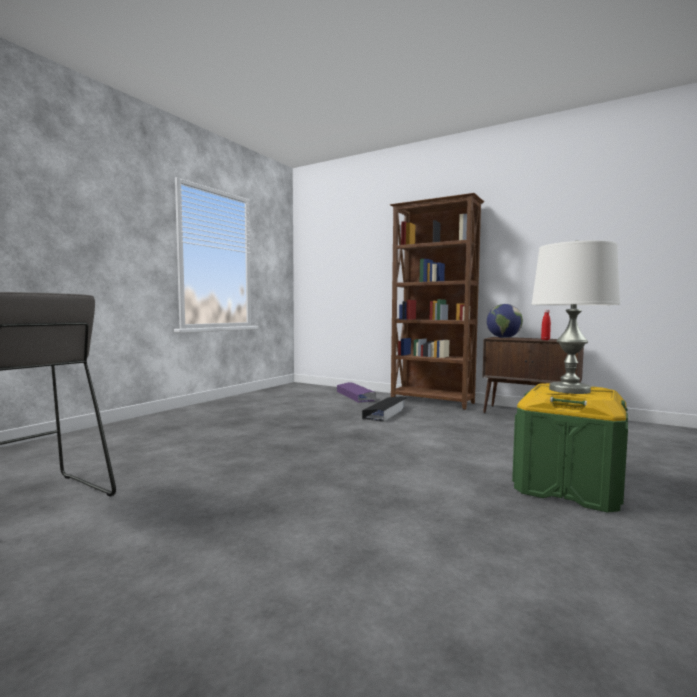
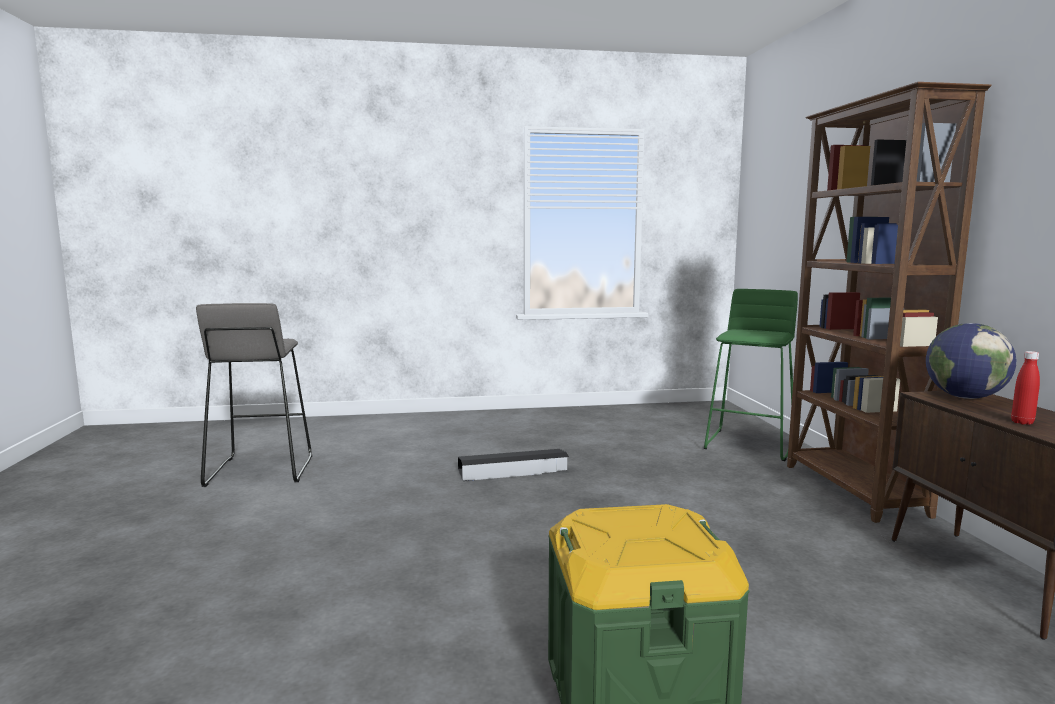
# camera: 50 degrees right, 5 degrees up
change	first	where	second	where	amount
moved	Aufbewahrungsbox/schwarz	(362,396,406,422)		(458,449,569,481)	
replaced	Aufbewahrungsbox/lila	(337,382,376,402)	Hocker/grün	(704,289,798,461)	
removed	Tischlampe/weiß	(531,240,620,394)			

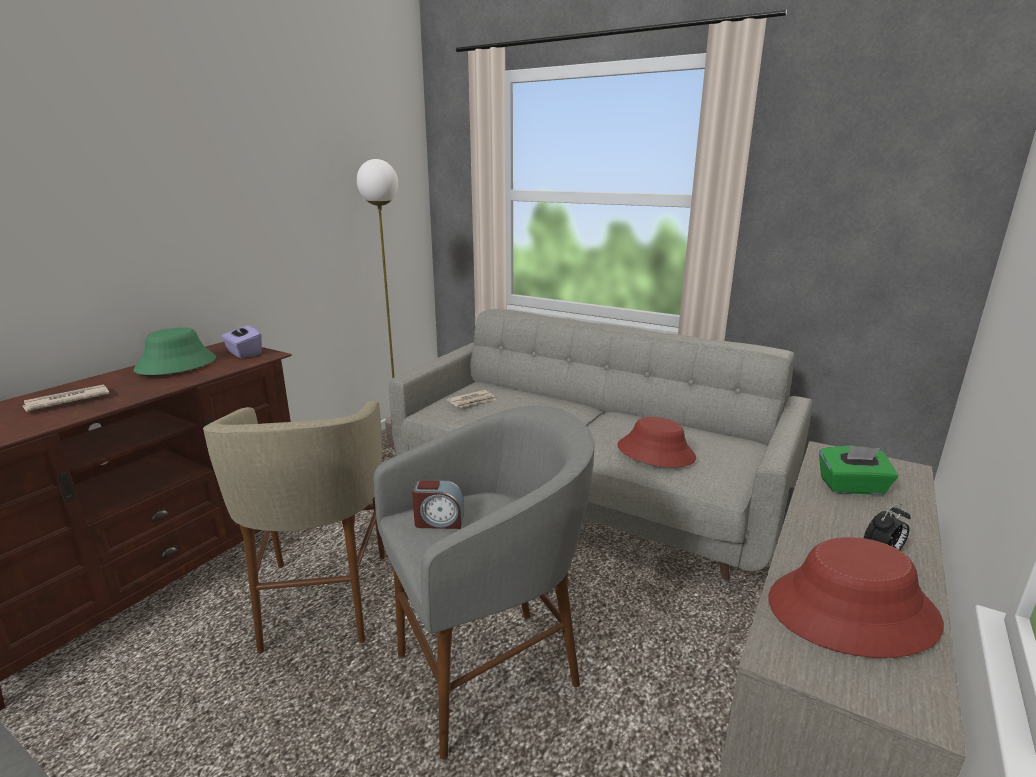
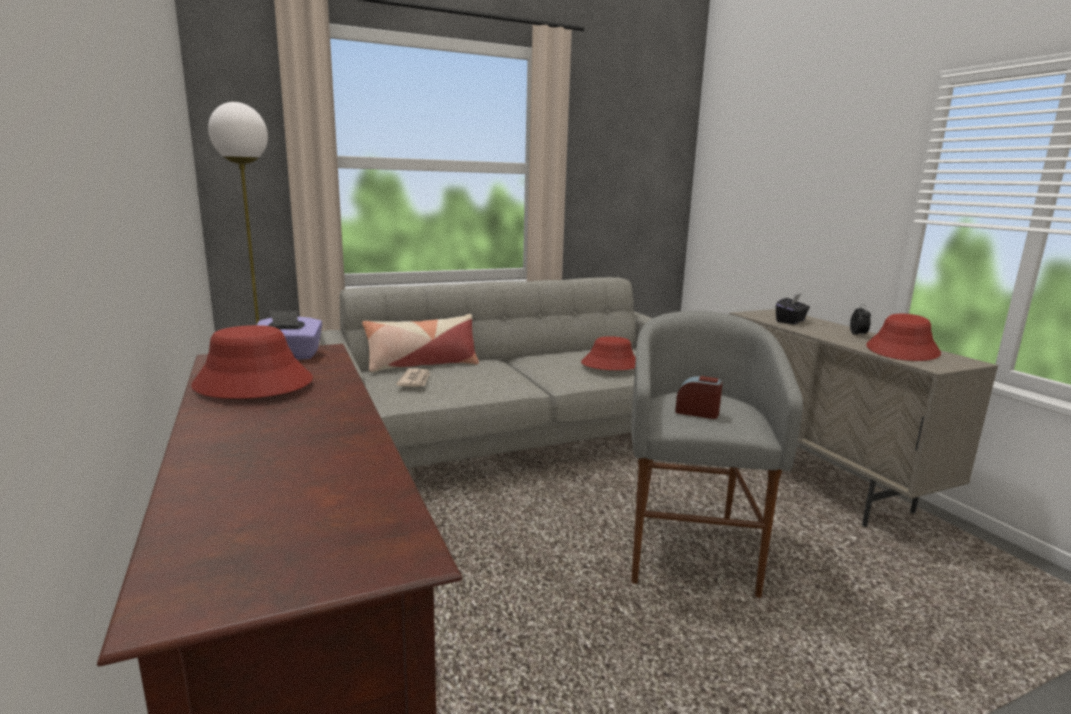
# camera: 55 degrees left, 5 degrees down
change	first	where	second	where	amount
recoloured	Hut/grün	(133,327,216,375)	Hut/rot	(191,325,313,399)	
added			Kissen	(362,314,479,372)	
turned	Wecker	(412,479,464,529)		(675,376,723,419)	105 degrees counterclockwise
recoloured	Taschentuchbox/grün	(819,446,898,495)	Taschentuchbox/schwarz	(776,293,810,325)	
removed	Zeitung	(23,384,110,412)			
removed	Hocker/beige	(203,401,385,654)			

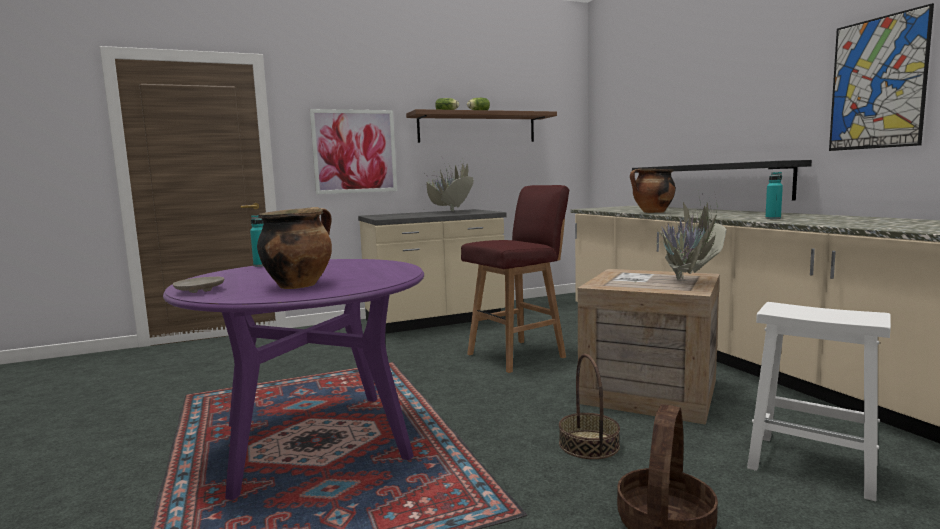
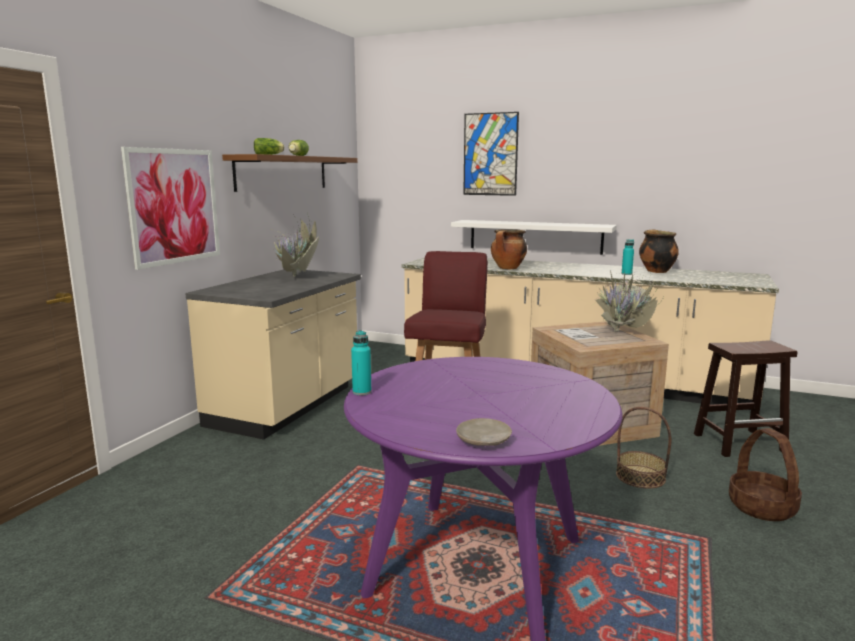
# camera: 45 degrees left, 5 degrees up
change	first	where	second	where	amount
recoloured	Wandregal/schwarz	(632,160,812,201)	Wandregal/weiß	(451,220,617,255)	
moved	Bild	(829,3,934,151)		(463,112,519,196)	
moved	Kochtopf	(257,207,332,289)		(639,229,679,273)	
recoloured	Hocker/weiß	(747,302,891,502)	Hocker/braun	(694,340,797,457)	

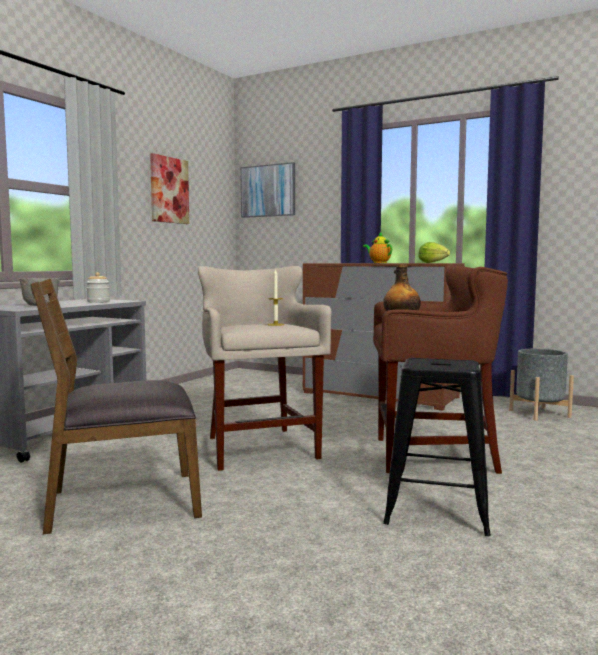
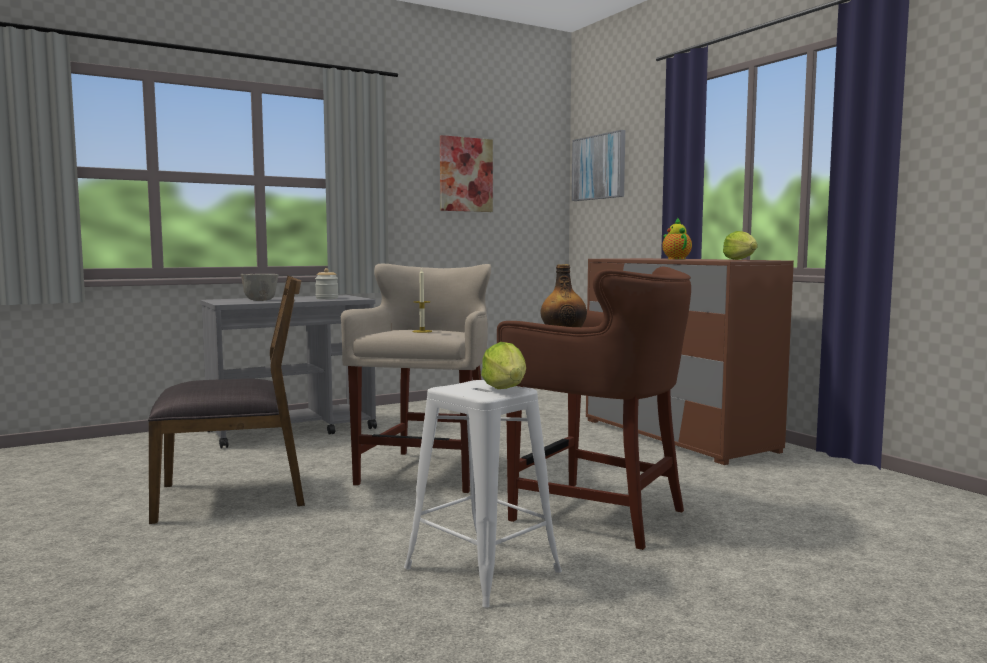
# camera: 30 degrees right, 0 degrees up
change	first	where	second	where	amount
turned	Stuhl/braun	(30,279,202,534)		(148,275,305,524)	150 degrees clockwise
recoloured	Hocker/schwarz	(383,358,491,536)	Hocker/weiß	(404,380,562,607)	
added			Salatkopf	(481,342,526,389)	
removed	Pflanzkübel/grau	(509,349,574,421)			

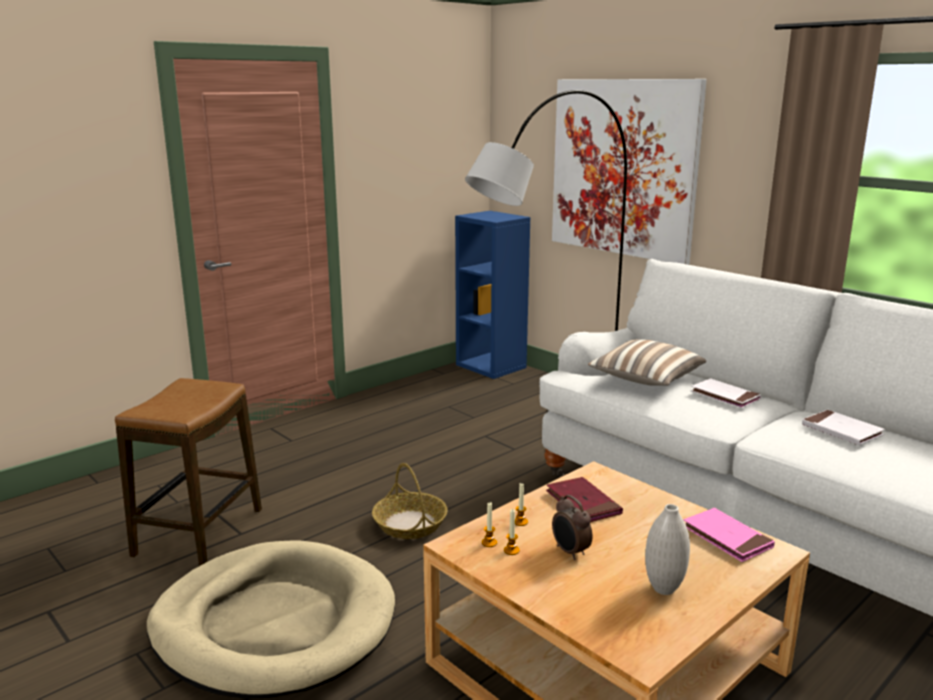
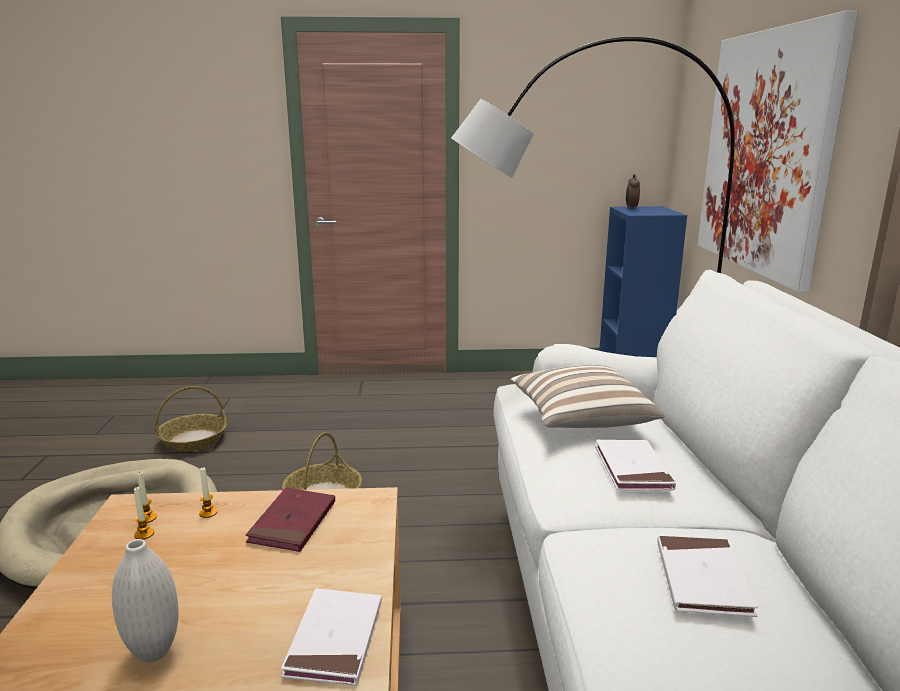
# camera: 40 degrees right, 0 degrees up
change	first	where	second	where	amount
replaced	Hocker	(115,378,262,566)	Korb	(155,386,227,451)	
recoloured	Buch/rosa	(683,508,775,562)	Buch/weiß	(281,588,382,686)	
moved	Wecker	(552,495,593,560)		(626,174,640,209)	

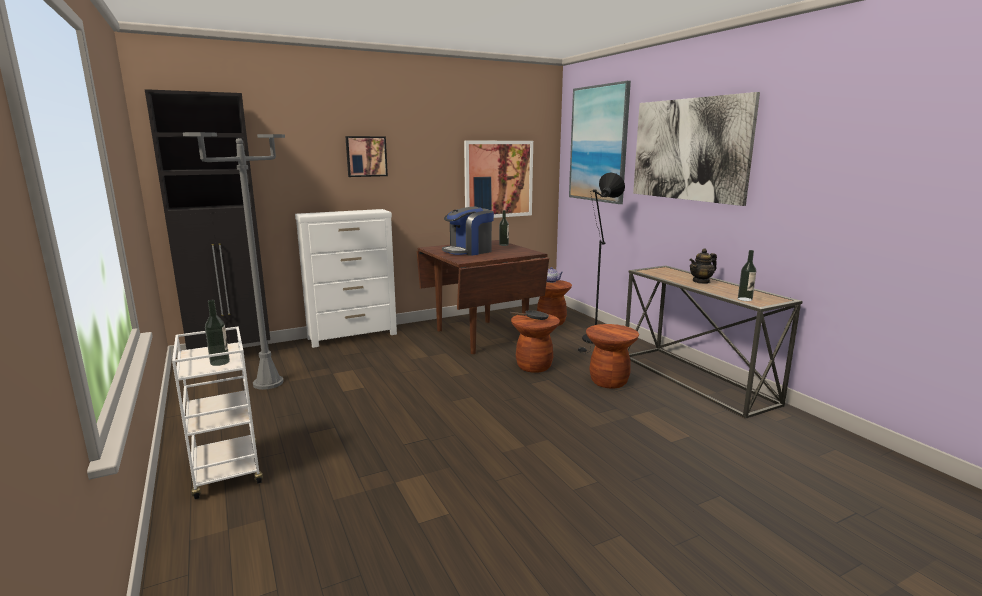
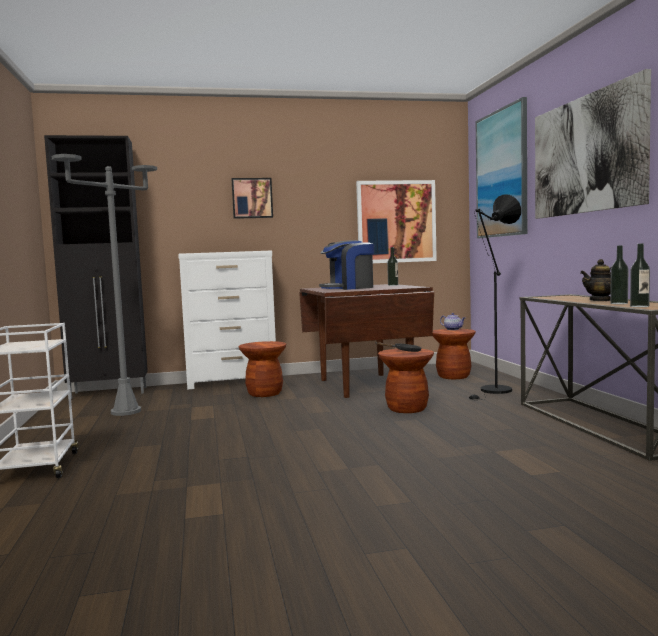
# camera: 15 degrees right, 10 degrees down
change	first	where	second	where	amount
moved	Hocker/braun	(586,324,639,389)		(238,341,287,397)	
moved	Flasche	(205,300,230,366)		(610,245,628,304)	

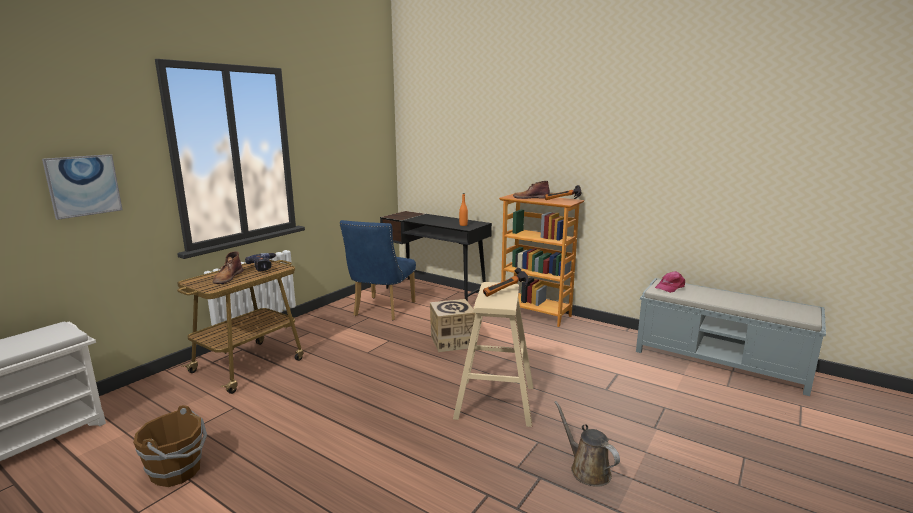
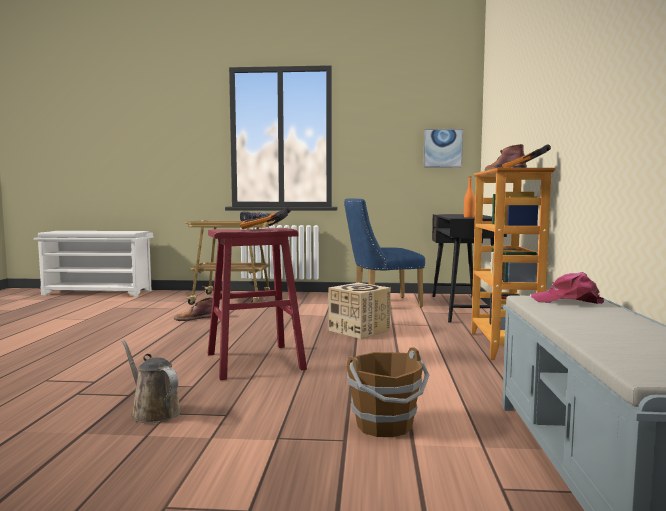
# camera: 60 degrees right, 10 degrees down
change	first	where	second	where	amount
turned	Gießkanne/braun	(554,401,620,487)		(121,340,181,423)	75 degrees counterclockwise
moved	Stiefel/braun	(213,251,243,284)		(174,297,213,321)	
recoloured	Hocker/beige	(453,282,533,427)	Hocker/rot	(208,228,307,380)	
moved	Eimer/braun	(133,405,207,487)		(347,347,429,437)	
moved	Bild	(42,154,123,220)		(423,129,463,168)	

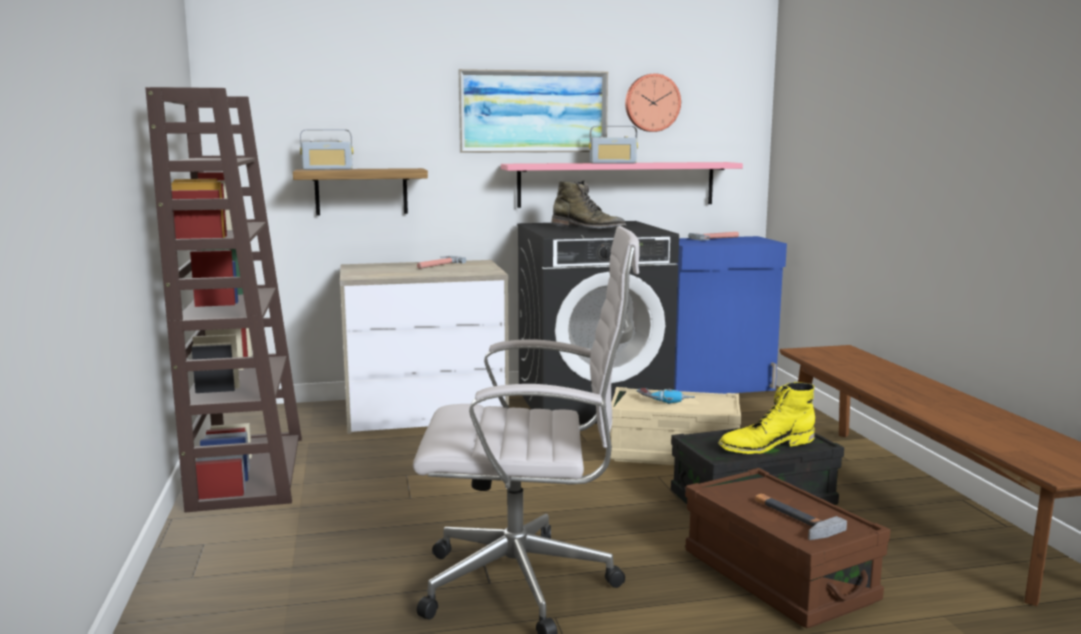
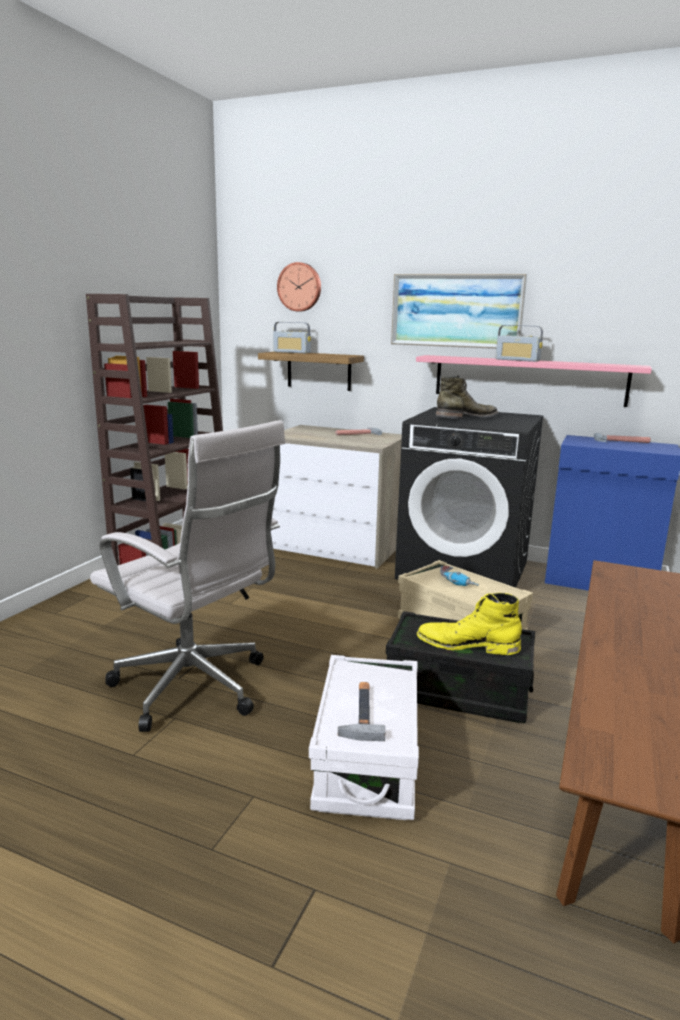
# camera: 35 degrees right, 5 degrees up
change	first	where	second	where	amount
moved	Wanduhr	(625,74,681,132)		(277,262,321,312)	
recoloured	Aufbewahrungsbox/braun	(685,468,890,628)	Aufbewahrungsbox/weiß	(309,655,419,820)	
turned	Stiefel/grün	(551,181,627,228)		(436,375,499,419)	90 degrees counterclockwise

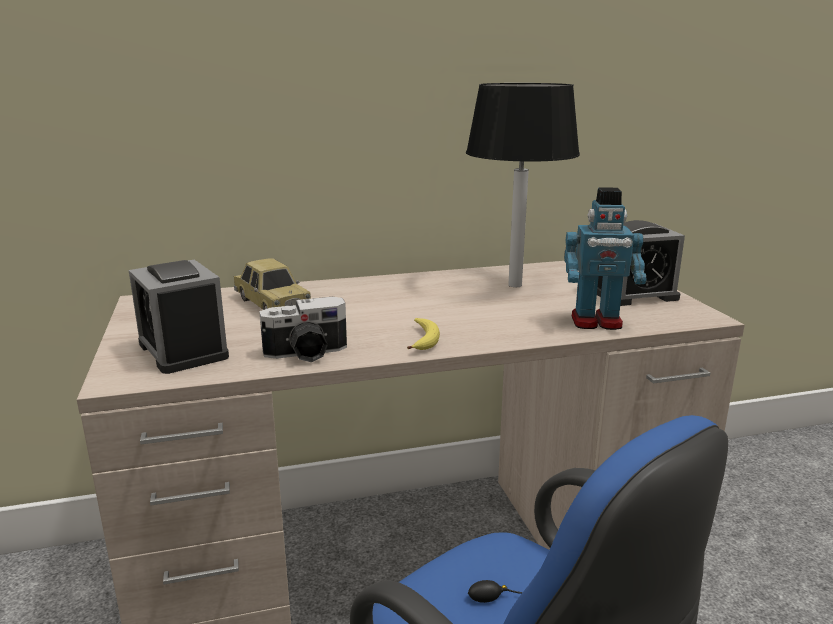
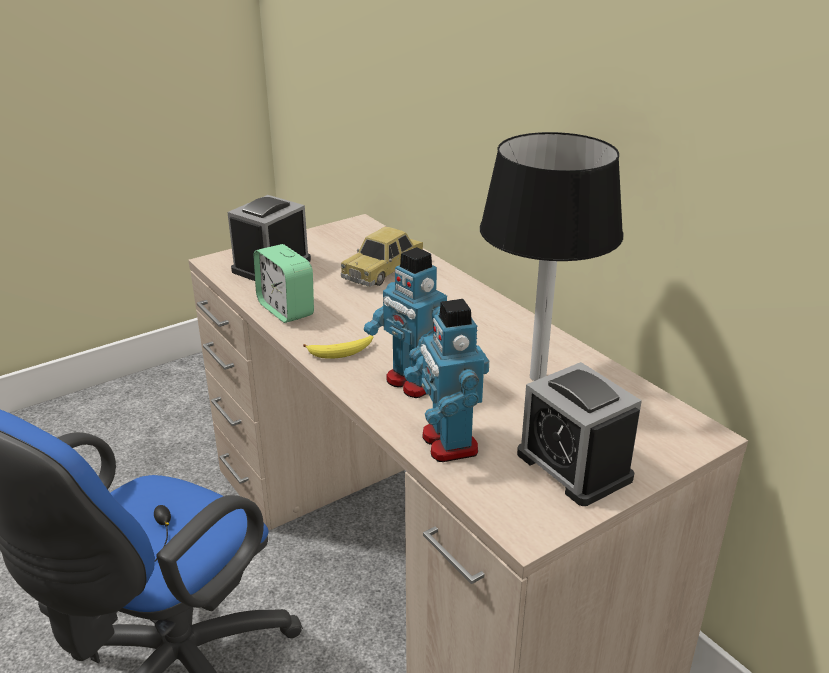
# camera: 70 degrees right, 10 degrees up
change	first	where	second	where	amount
replaced	Kamera	(259,297,347,362)	Wecker	(254,244,314,323)	
added			Spielzeugroboter	(364,247,447,398)	

